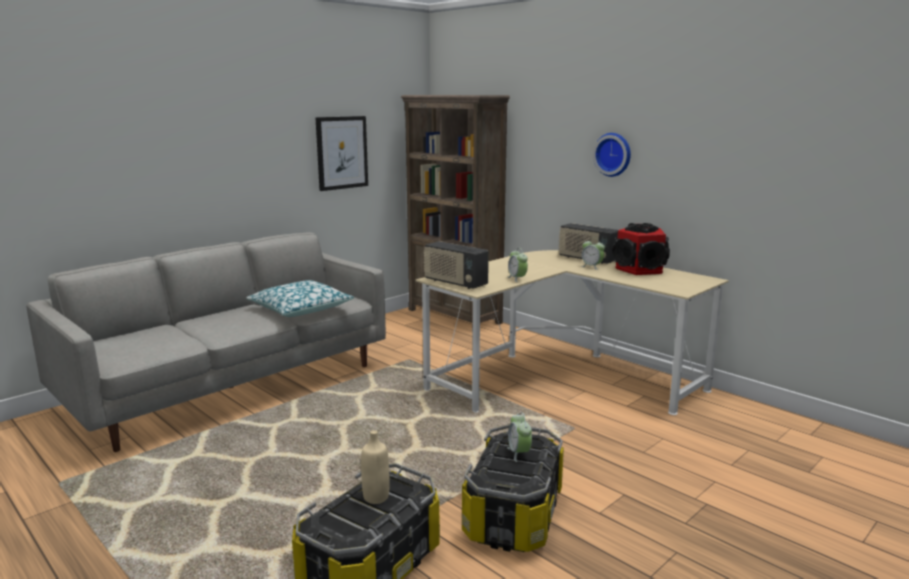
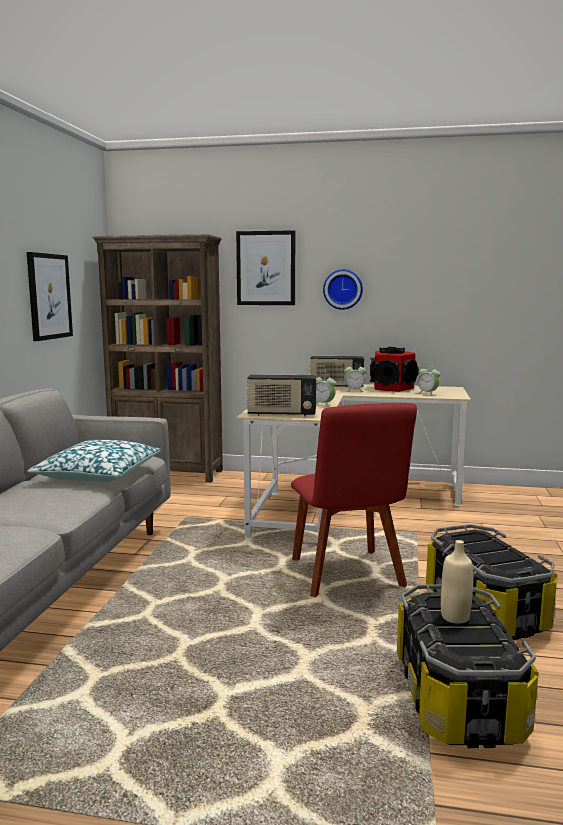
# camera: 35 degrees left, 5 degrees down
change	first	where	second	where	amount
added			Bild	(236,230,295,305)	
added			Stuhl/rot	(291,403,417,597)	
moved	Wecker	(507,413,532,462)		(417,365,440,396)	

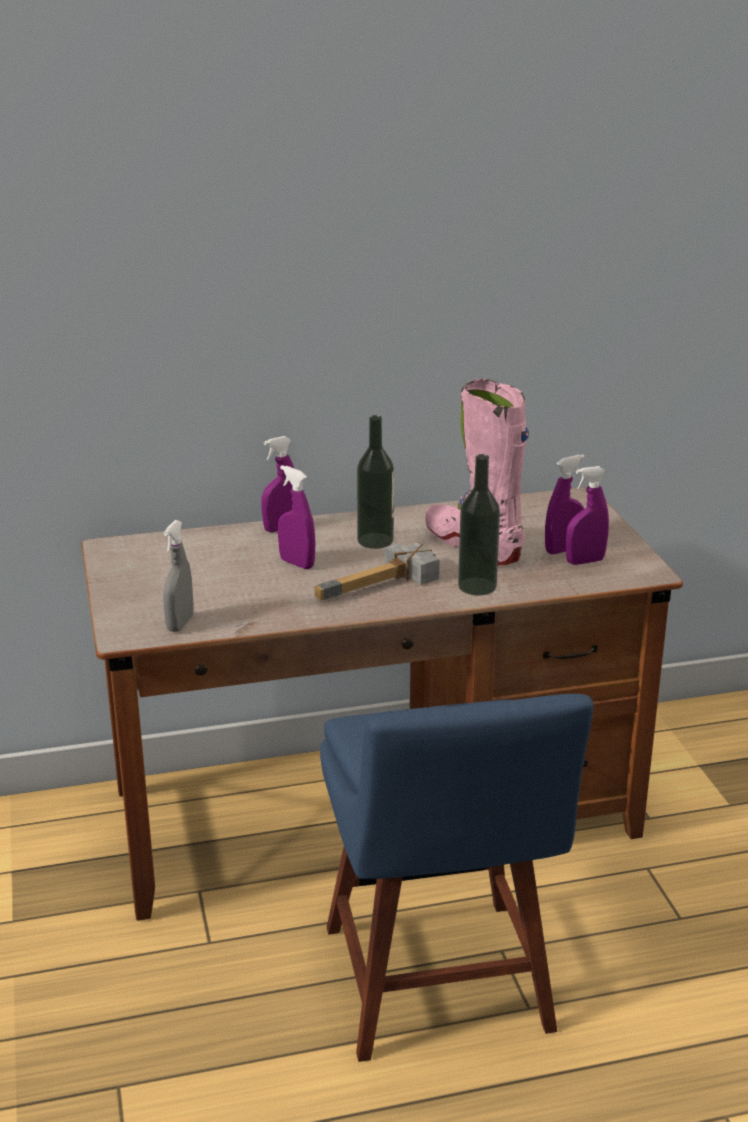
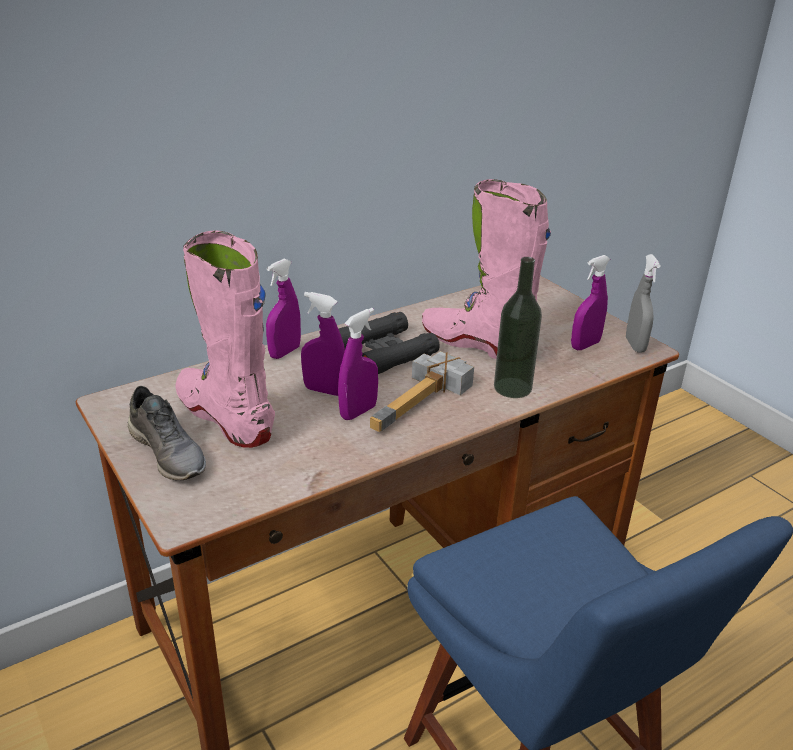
# camera: 20 degrees left, 5 degrees up
change	first	where	second	where	amount
added			Schuh/grau	(128,386,206,480)	
added			Stiefel/rosa	(175,230,275,448)	
moved	Sprühflasche/lila	(545,454,585,554)		(338,308,378,420)	
replaced	Flasche	(357,415,394,549)	Fernglas/schwarz	(339,312,440,374)	
moved	Sprühflasche/grau	(163,520,193,632)		(626,254,661,352)	

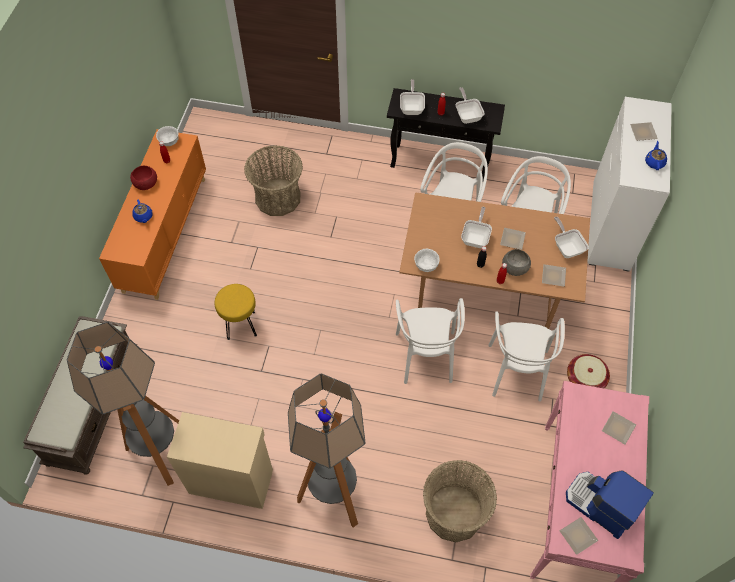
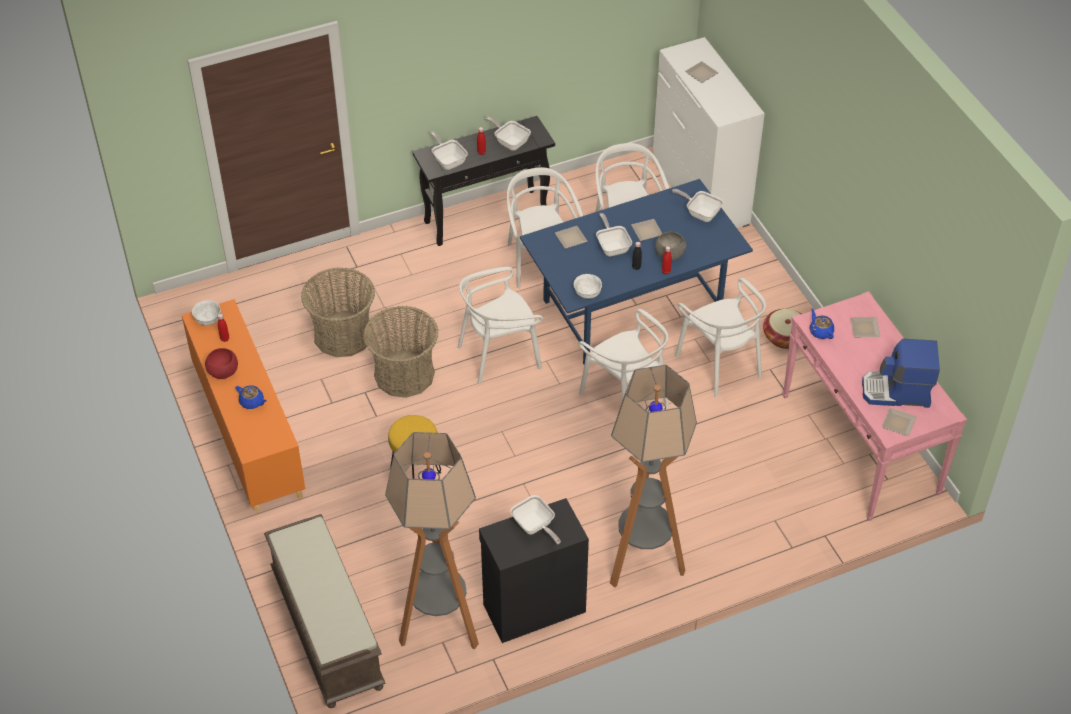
# camera: 35 degrees left, 10 degrees down
change	first	where	second	where	amount
moved	Korb	(423,460,497,542)		(363,306,439,398)	
added			Stuhl/weiß	(457,267,543,384)	
recoloured	Schrank/beige	(167,412,273,509)	Schrank/schwarz	(479,498,589,643)	
added			Pfanne	(510,495,561,544)	
recoloured	Esstisch/braun	(399,192,590,329)	Esstisch/blau	(520,179,753,364)	
moved	Teller	(542,264,566,287)		(555,226,588,249)	
moved	Teekanne/blau	(645,141,667,170)		(810,308,834,339)	

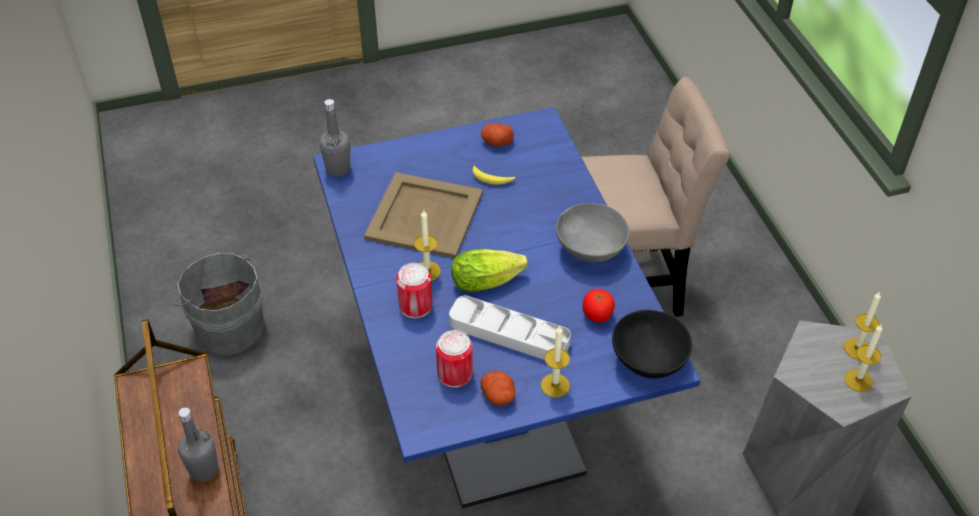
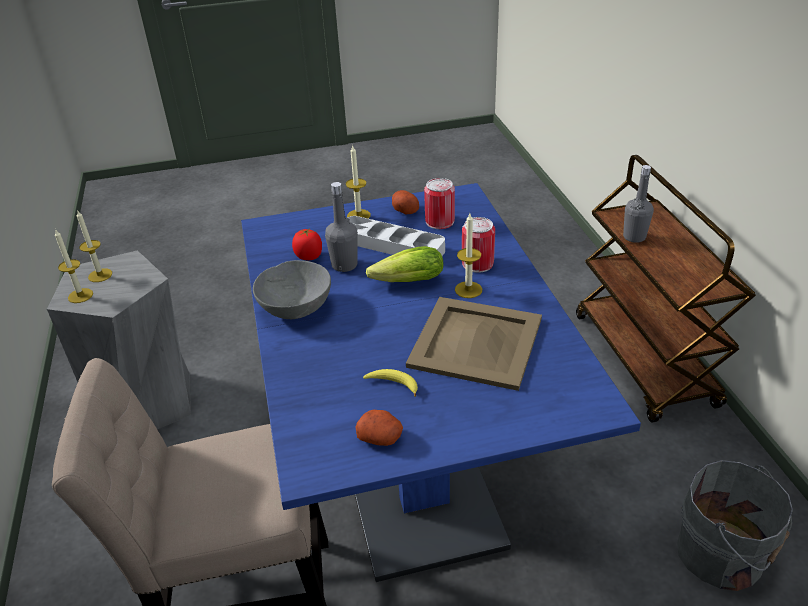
# camera: 175 degrees left, 10 degrees down
change	first	where	second	where	amount
moved	Flasche/grau	(319,99,350,177)		(325,182,358,272)	
removed	Schüssel/schwarz	(612,310,692,379)			

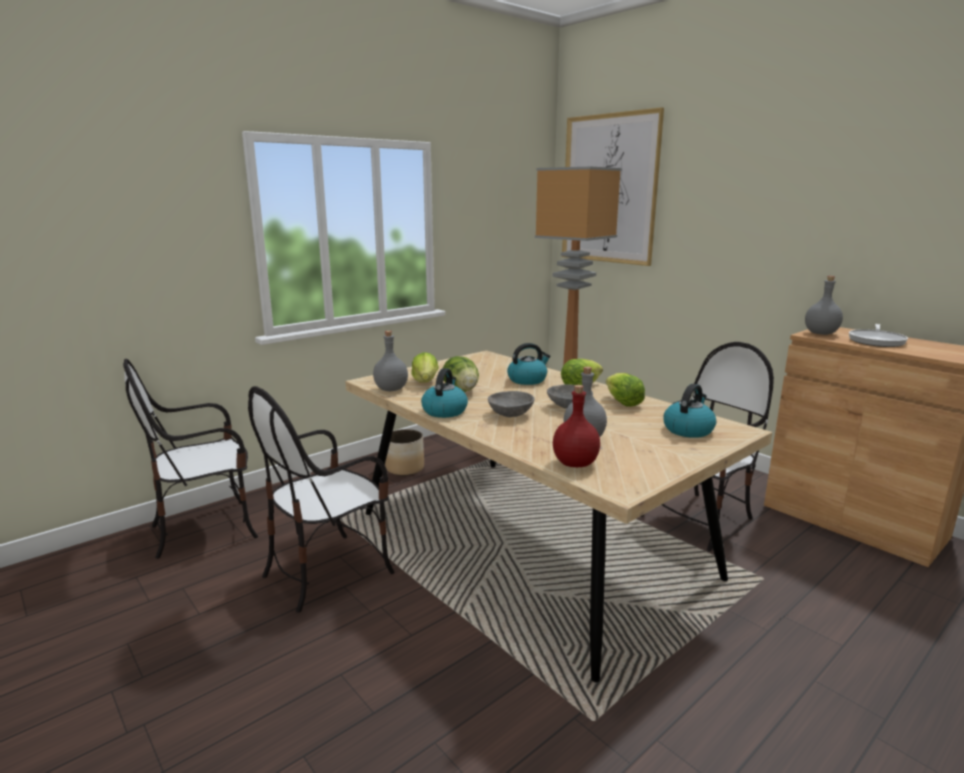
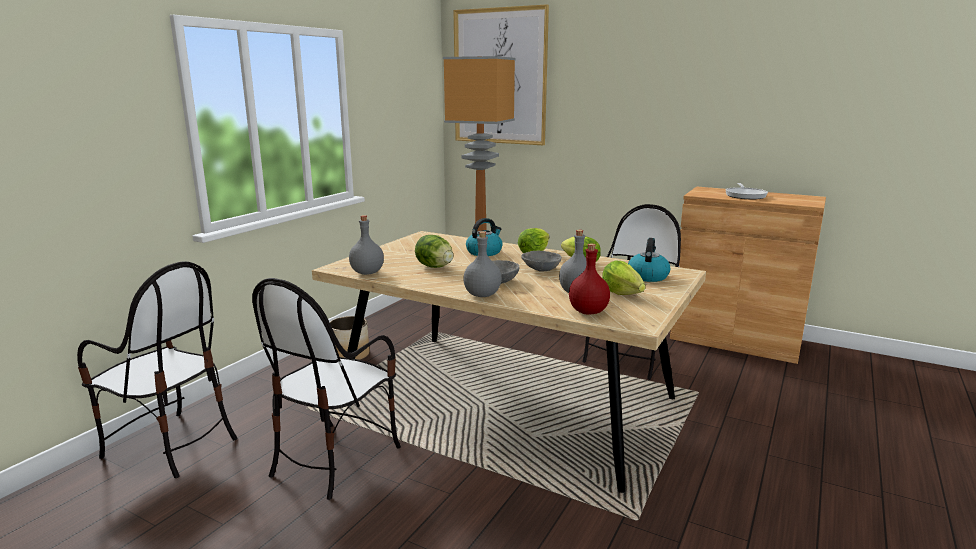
# camera: 20 degrees left, 0 degrees up
change	first	where	second	where	amount
turned	Stuhl	(123,359,258,559)		(77,261,237,478)	105 degrees counterclockwise
moved	Flasche/grau	(805,276,843,335)		(463,231,501,297)	
moved	Salatkopf	(411,352,439,383)		(602,260,646,295)	
removed	Wasserkessel	(421,368,468,418)			

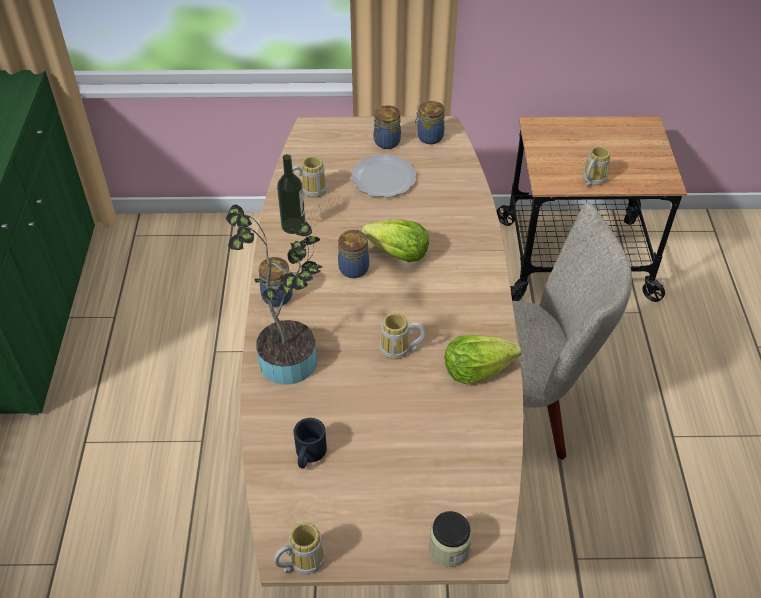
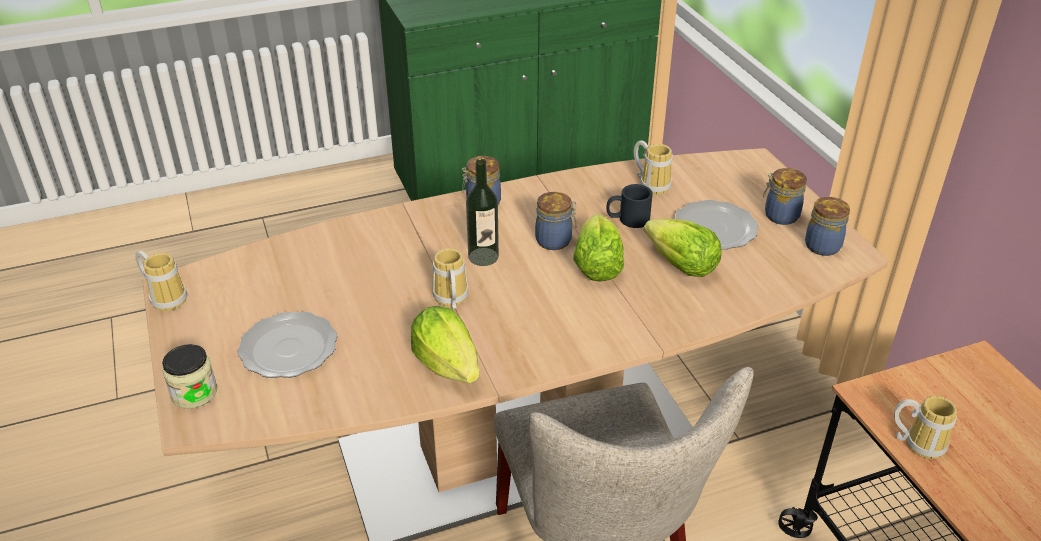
# camera: 70 degrees right, 10 degrees down
change	first	where	second	where	amount
added			Teller	(237,312,338,378)	
moved	Flasche	(277,154,305,234)		(466,159,499,266)	
moved	Henkelbecher/schwarz	(294,418,327,469)		(606,184,653,228)	
added			Salatkopf	(644,219,721,277)	
removed	Topfpflanze	(226,205,322,385)			

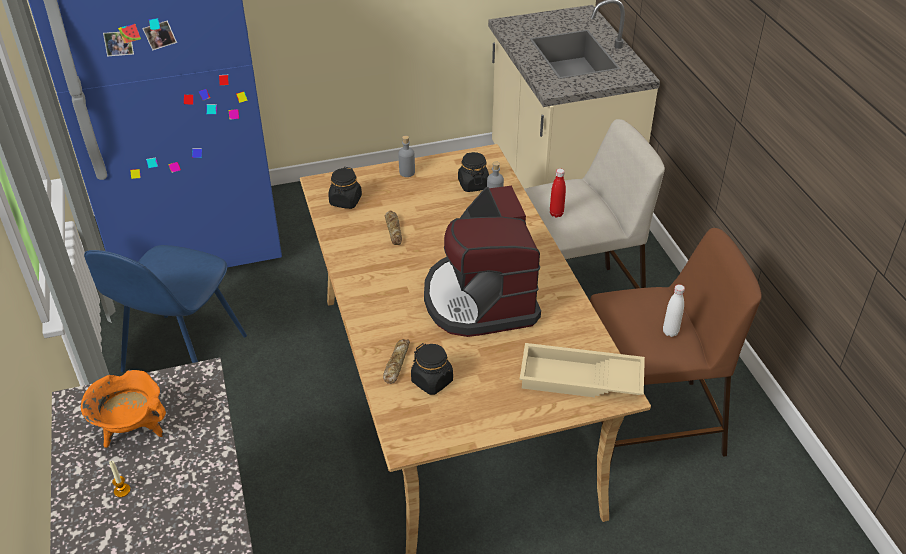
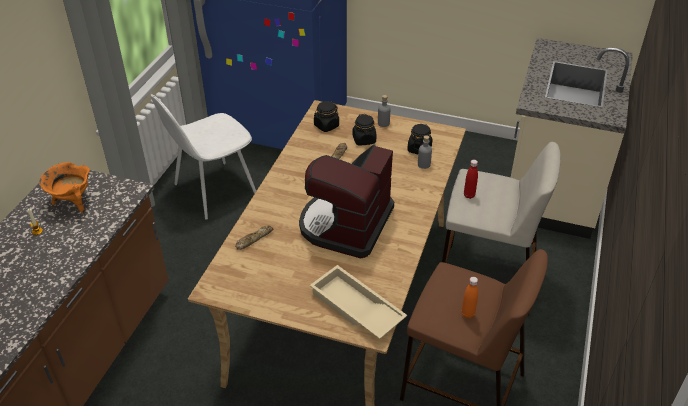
# camera: 35 degrees right, 0 degrees up
change	first	where	second	where	amount
recoloured	Stuhl/blau	(84,245,247,372)	Stuhl/weiß	(150,94,256,219)	
moved	Vorratsglas/schwarz	(411,343,453,395)		(353,114,376,146)	
recoloured	Flasche/weiß	(663,284,685,337)	Flasche/orange	(461,277,478,318)	

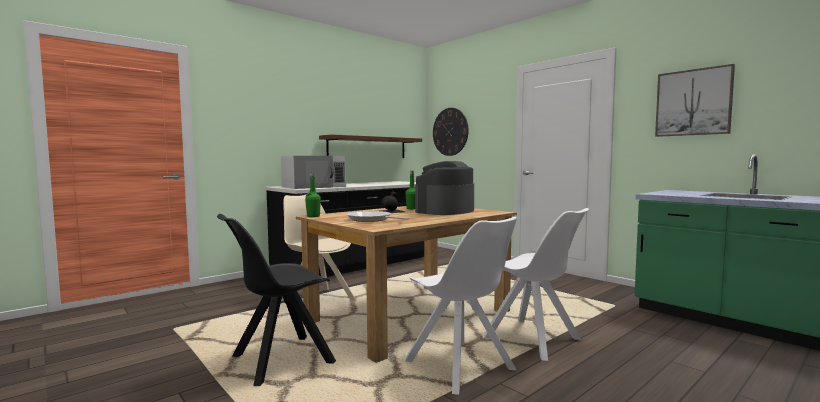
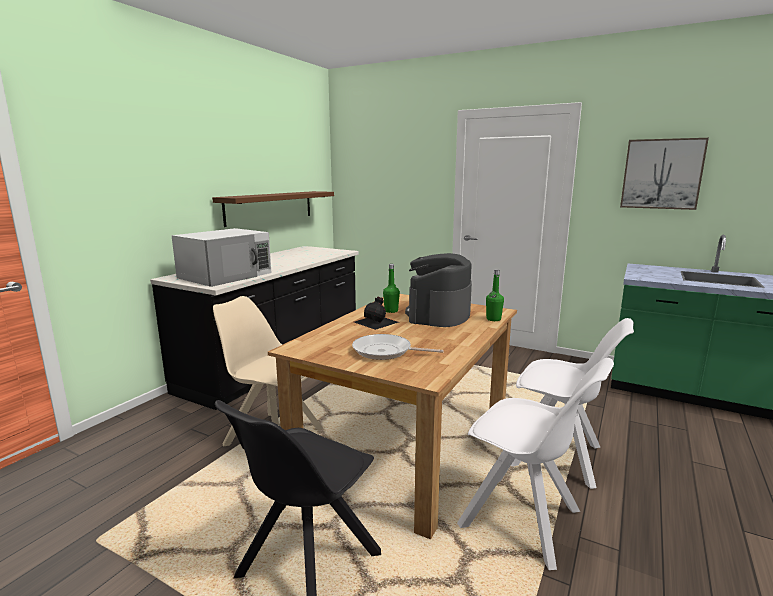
# camera: 20 degrees left, 10 degrees up
change	first	where	second	where	amount
moved	Flasche/grün	(305,172,321,217)		(486,269,504,321)	
removed	Wanduhr	(433,108,468,156)			

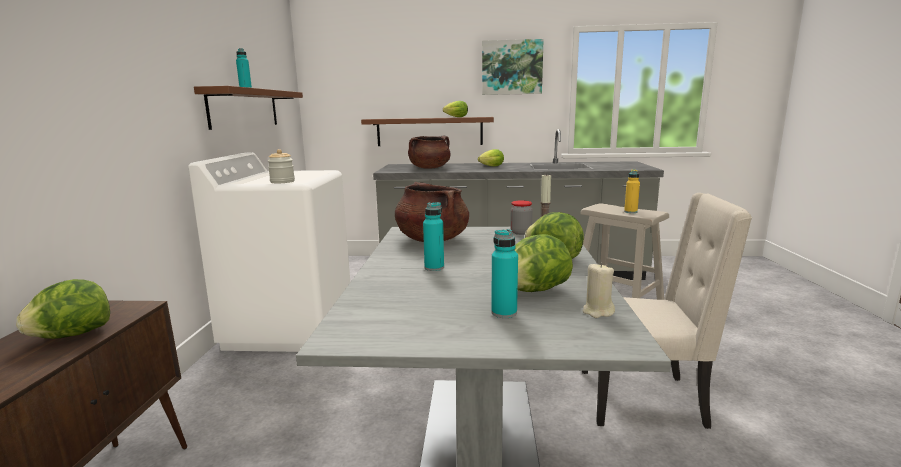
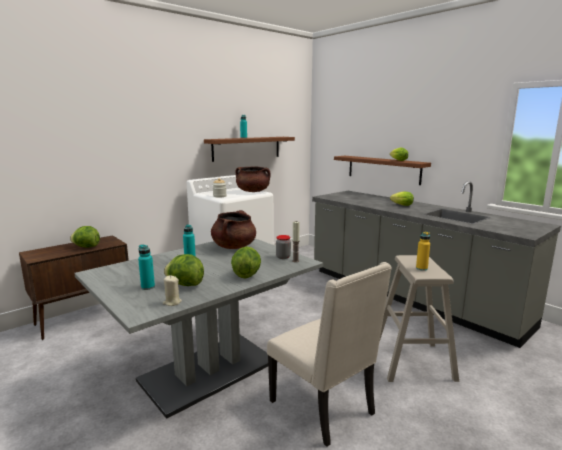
# camera: 45 degrees right, 0 degrees up
change	first	where	second	where	amount
moved	Kochtopf/braun	(408,136,450,169)		(236,166,271,192)	
removed	Bild	(482,39,544,95)			

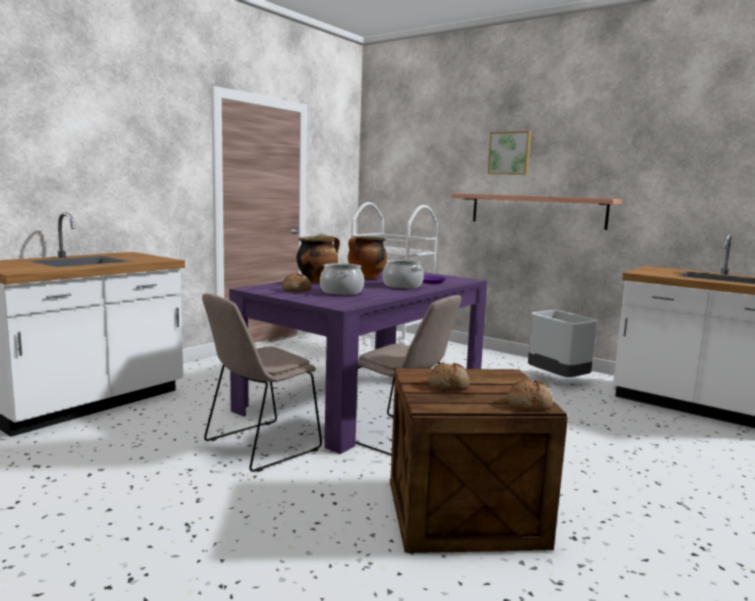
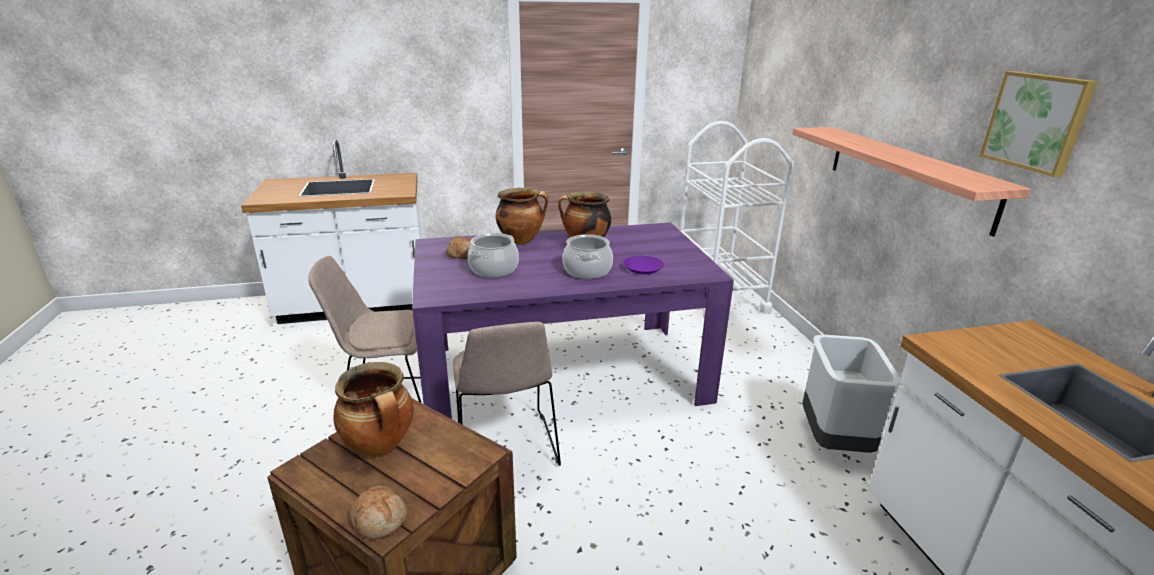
# camera: 40 degrees right, 15 degrees up
change	first	where	second	where	amount
replaced	Brot	(428,362,470,391)	Kochtopf	(333,362,414,457)	
moved	Bild	(488,131,531,175)		(980,71,1098,177)	

